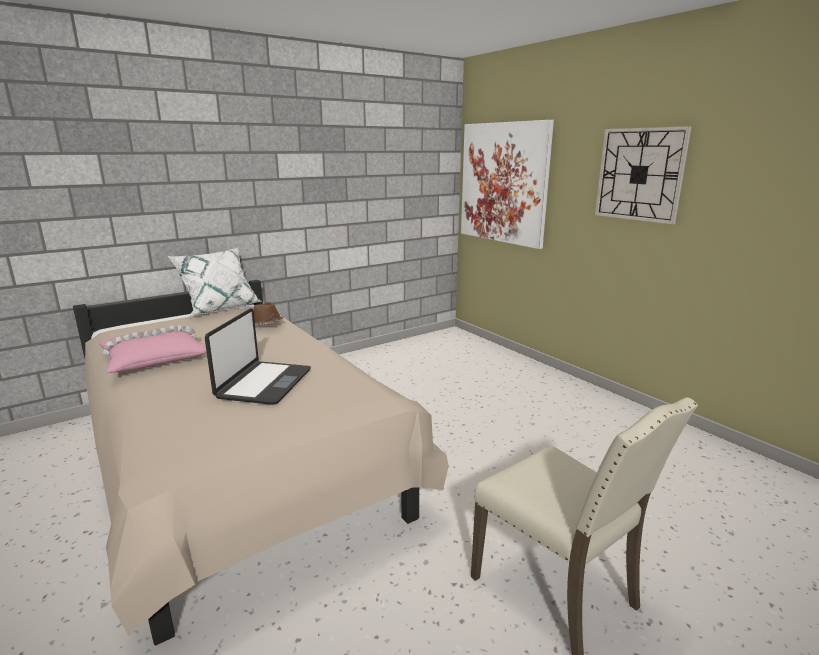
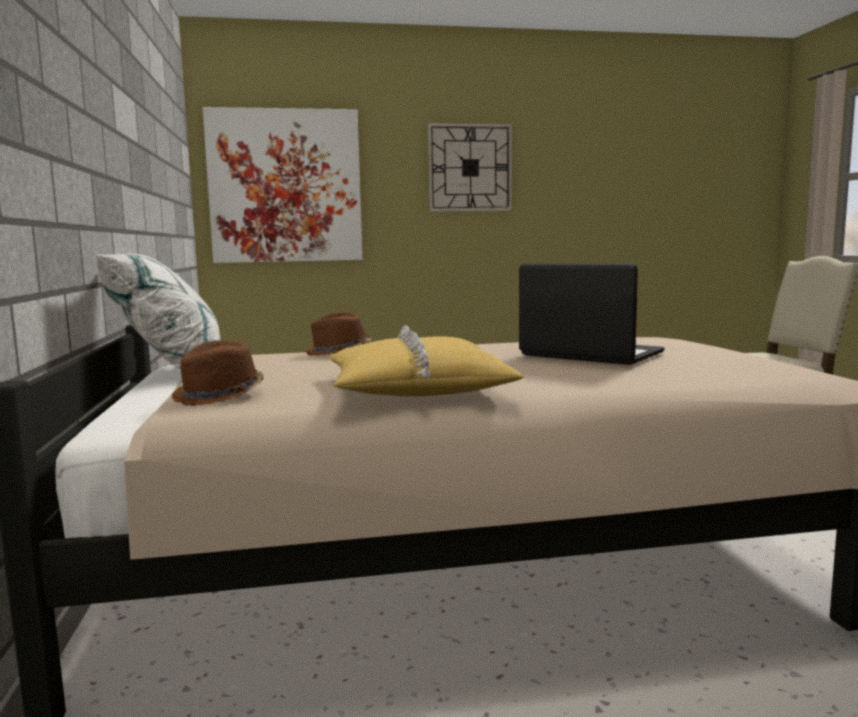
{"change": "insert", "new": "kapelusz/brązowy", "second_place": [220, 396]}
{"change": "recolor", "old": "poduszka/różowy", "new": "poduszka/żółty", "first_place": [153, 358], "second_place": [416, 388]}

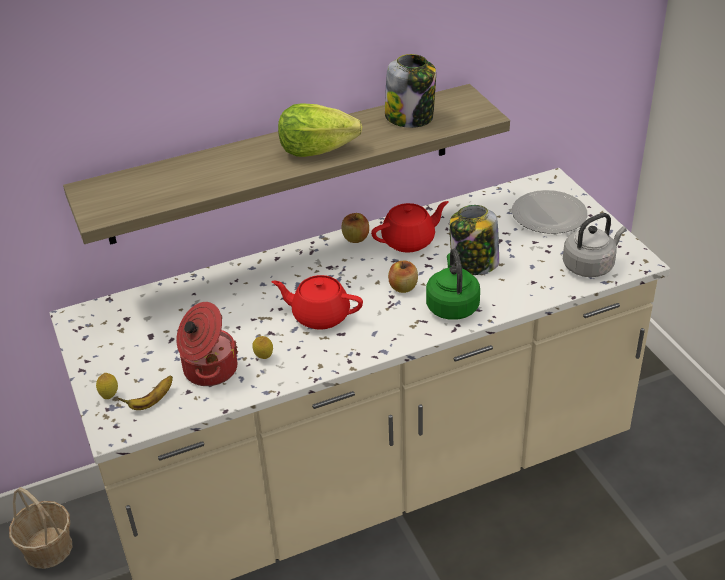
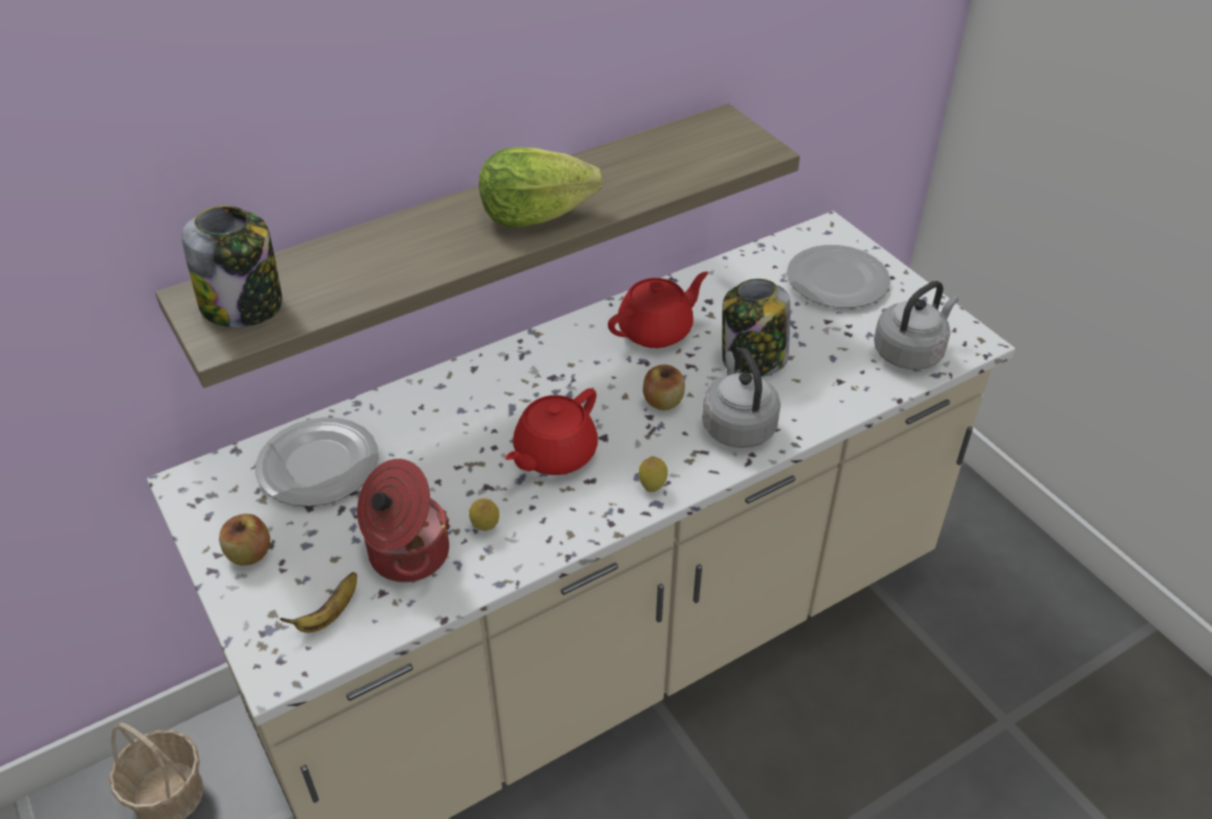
{"change": "insert", "new": "talerz", "second_place": [316, 465]}
{"change": "move", "old": "cytryna", "first_place": [110, 396], "second_place": [652, 487]}
{"change": "move", "old": "jabłko", "first_place": [355, 238], "second_place": [249, 554]}
{"change": "move", "old": "słoik", "first_place": [410, 117], "second_place": [244, 305]}
{"change": "recolor", "old": "czajnik/zielony", "new": "czajnik/szary", "first_place": [452, 306], "second_place": [737, 425]}
{"change": "rotate", "old": "imbryk/czerwony", "first_place": [320, 315], "second_place": [554, 454], "degrees": -60}

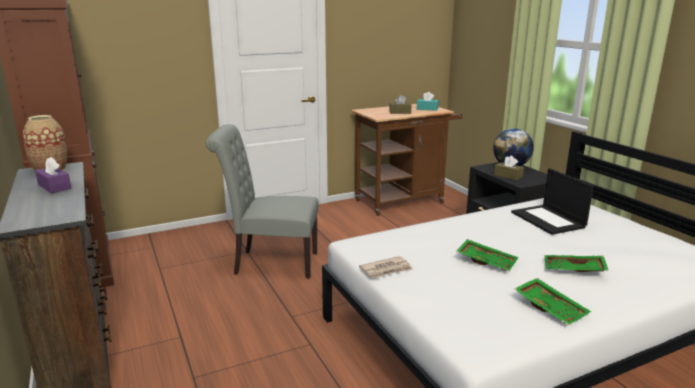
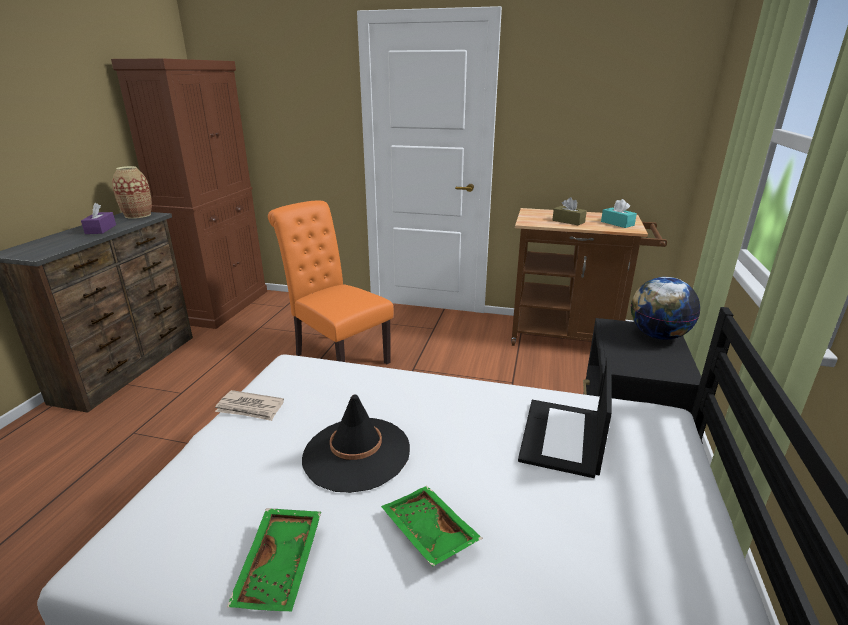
{"change": "delete", "old": "pudełko chusteczek/brązowy", "first_place": [508, 176]}
{"change": "replace", "old": "taca/zielony", "new": "kapelusz/czarny", "first_place": [486, 261], "second_place": [356, 453]}
{"change": "recolor", "old": "krzesło/szary", "new": "krzesło/pomarańczowy", "first_place": [270, 263], "second_place": [337, 356]}

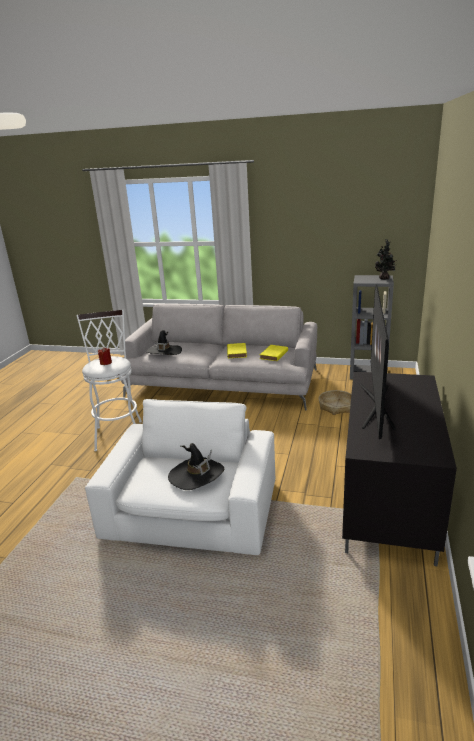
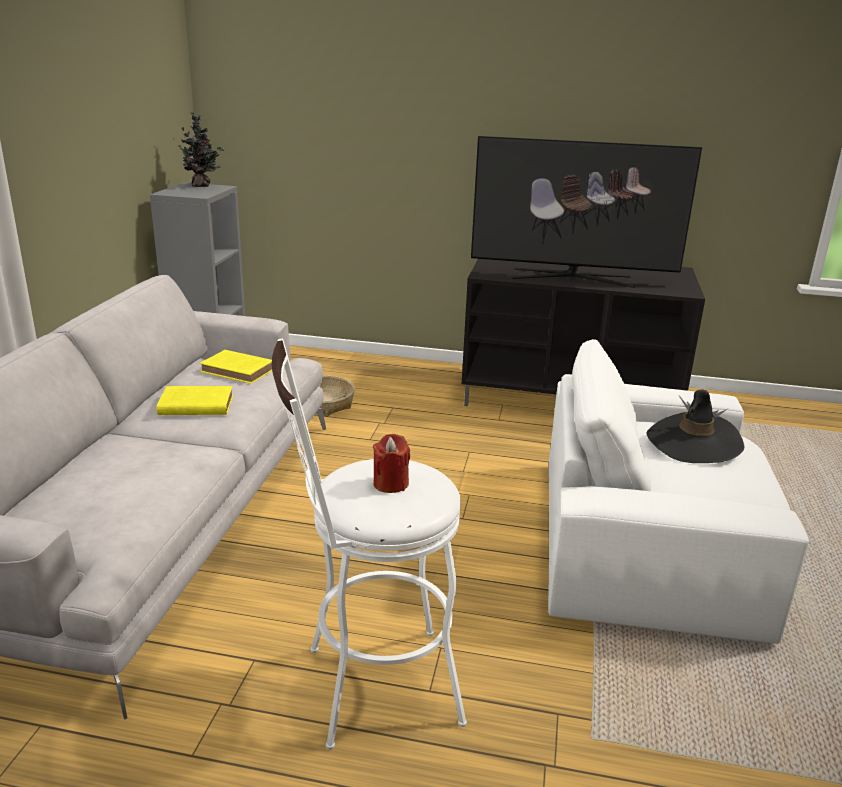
{"change": "delete", "old": "kapelusz/czarny", "first_place": [164, 352]}

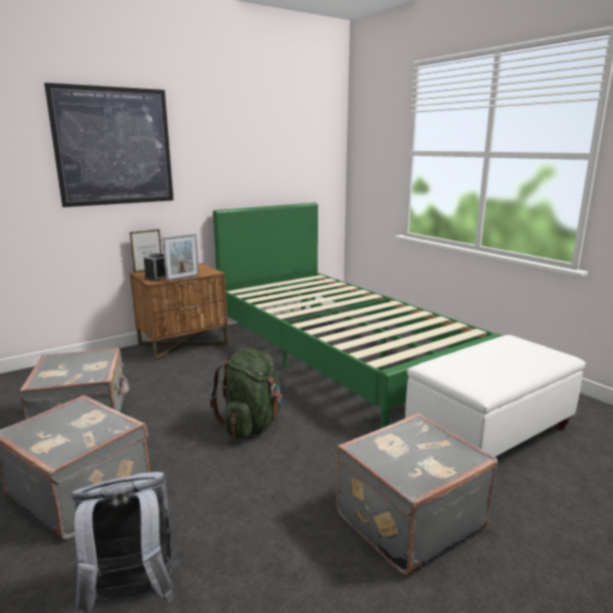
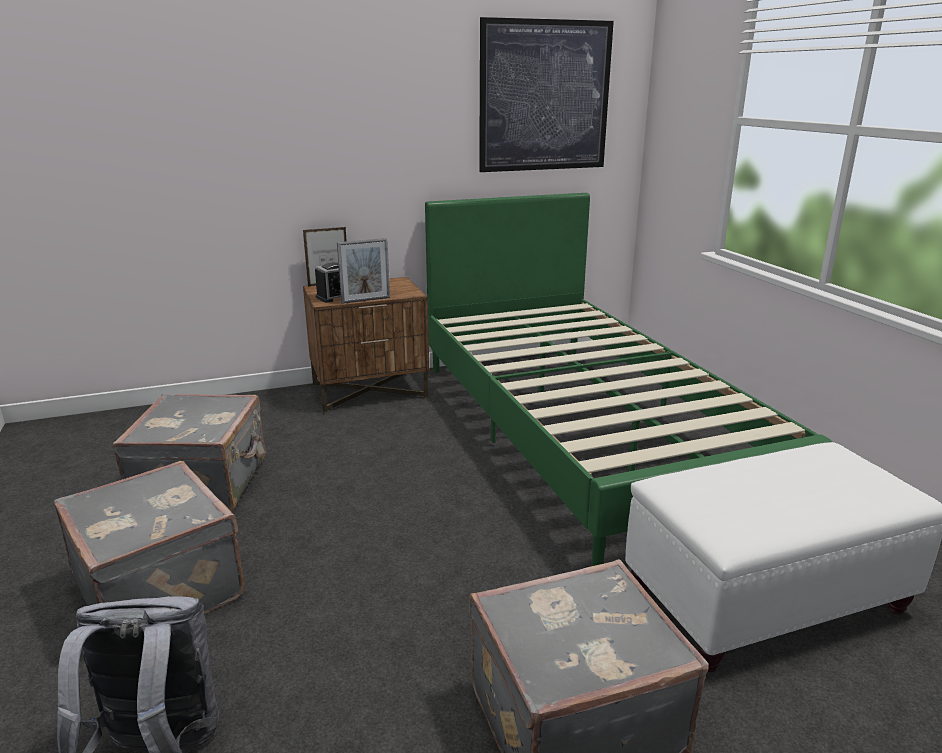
{"change": "delete", "old": "plecak/zielony", "first_place": [251, 425]}
{"change": "move", "old": "obraz", "first_place": [114, 147], "second_place": [545, 97]}

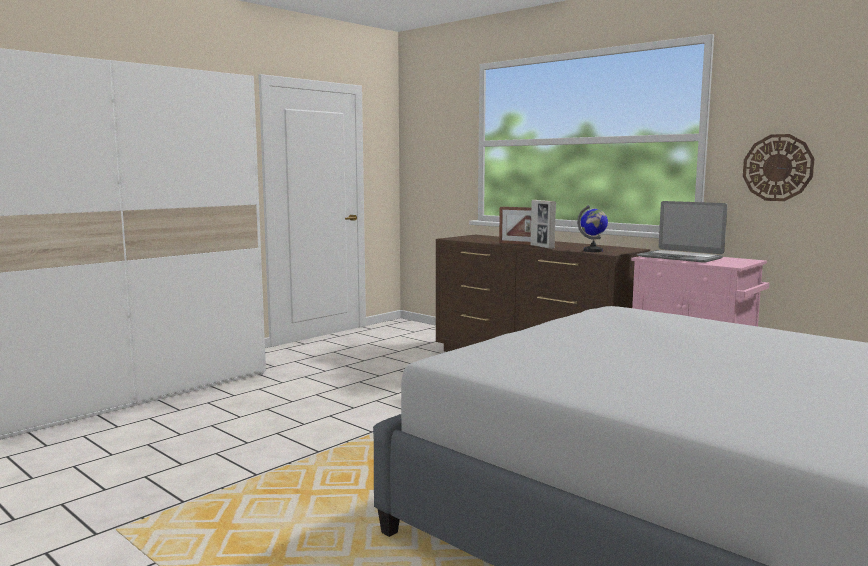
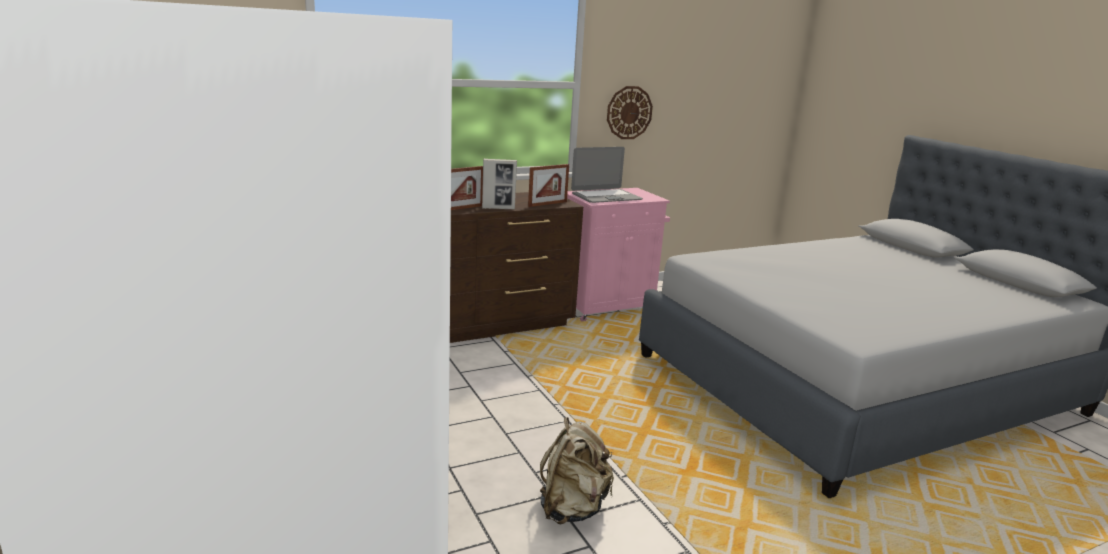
{"change": "insert", "new": "plecak/beżowy", "second_place": [572, 508]}
{"change": "replace", "old": "globus", "new": "ramka na zdjęcie", "first_place": [593, 251], "second_place": [547, 204]}

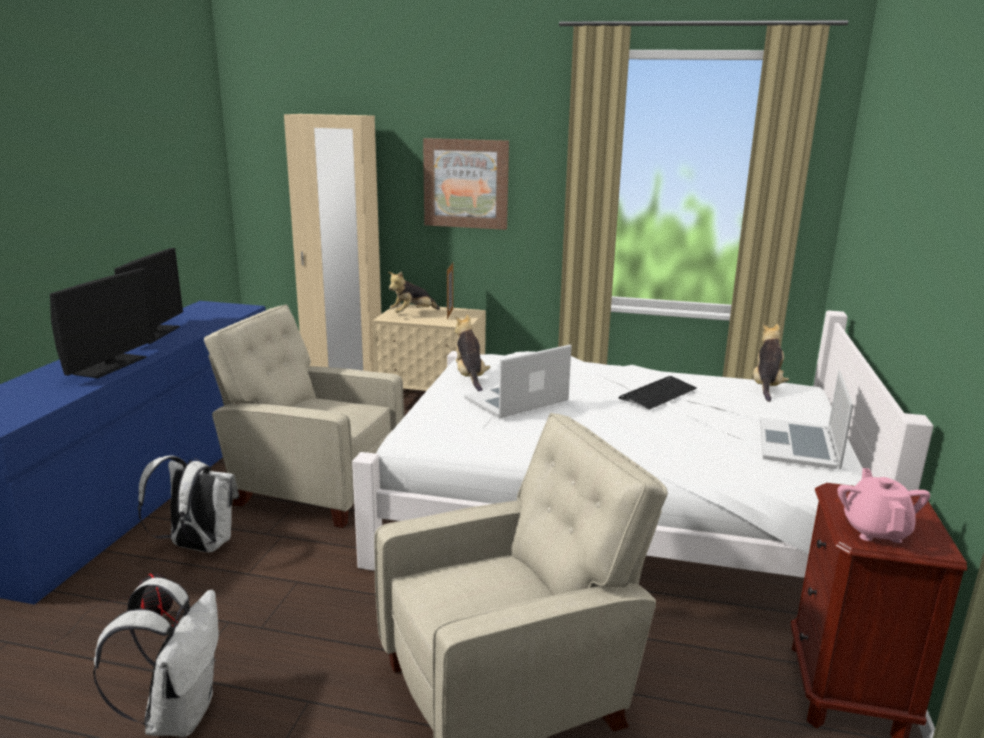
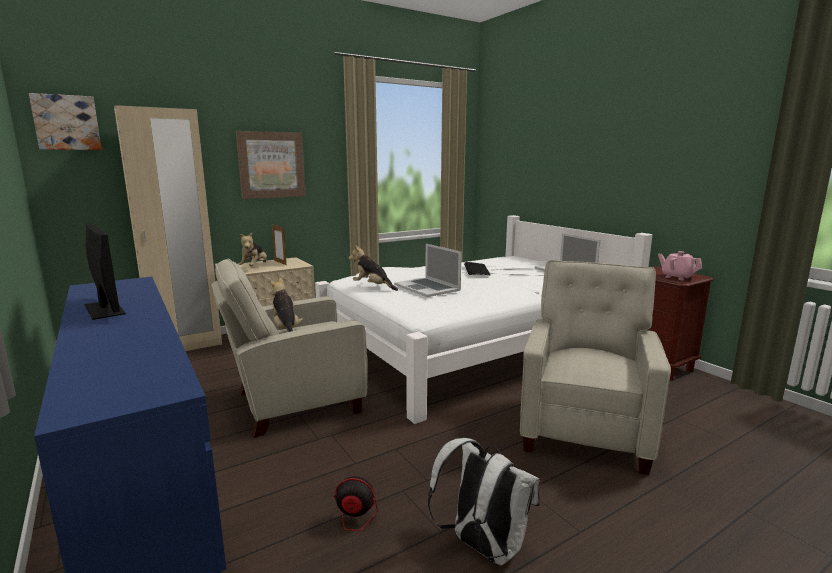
{"change": "delete", "old": "monitor", "first_place": [110, 365]}
{"change": "delete", "old": "plecak/biały", "first_place": [198, 547]}
{"change": "insert", "new": "obraz", "second_place": [67, 122]}
{"change": "move", "old": "pluszak", "first_place": [766, 387], "second_place": [286, 330]}
{"change": "rotate", "old": "laptop", "first_place": [517, 399], "second_place": [427, 287], "degrees": -45}

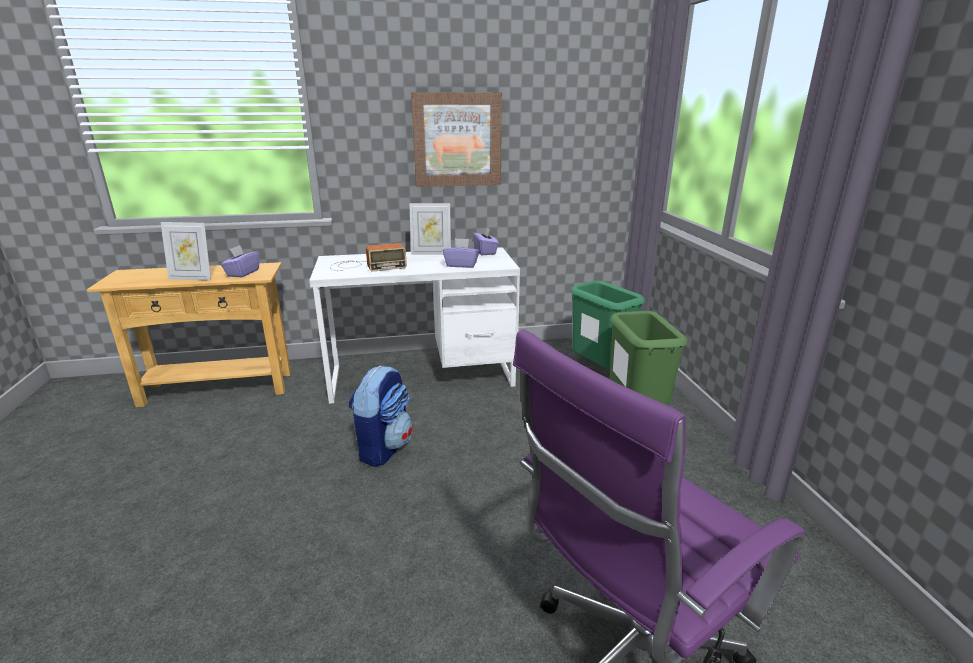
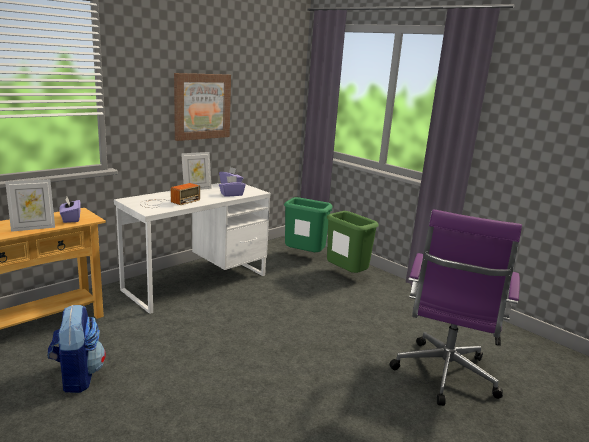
{"change": "move", "old": "plecak", "first_place": [383, 447], "second_place": [77, 376]}

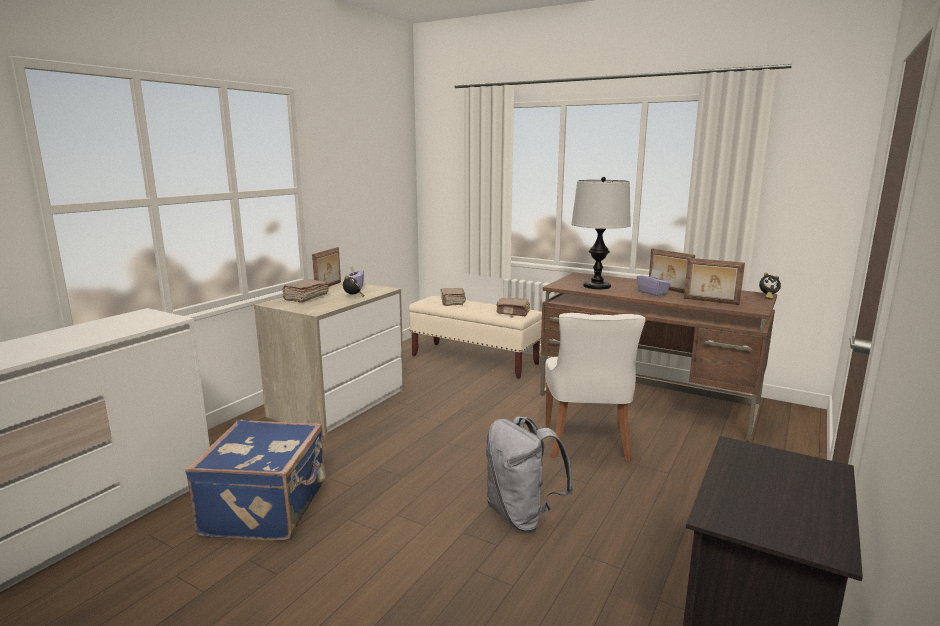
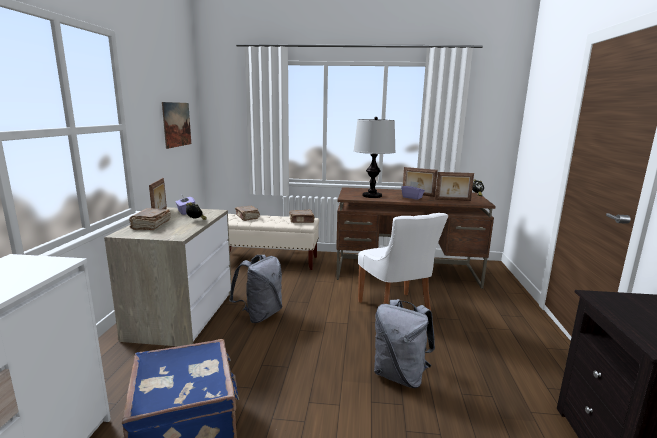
{"change": "insert", "new": "obraz", "second_place": [177, 124]}
{"change": "insert", "new": "plecak/szary", "second_place": [260, 315]}

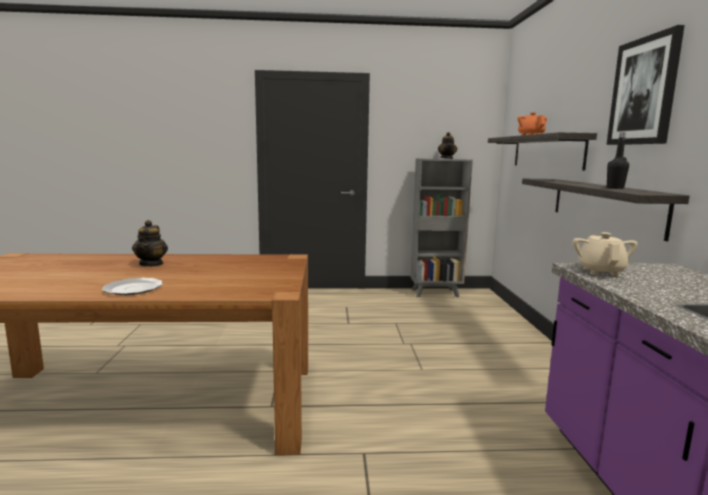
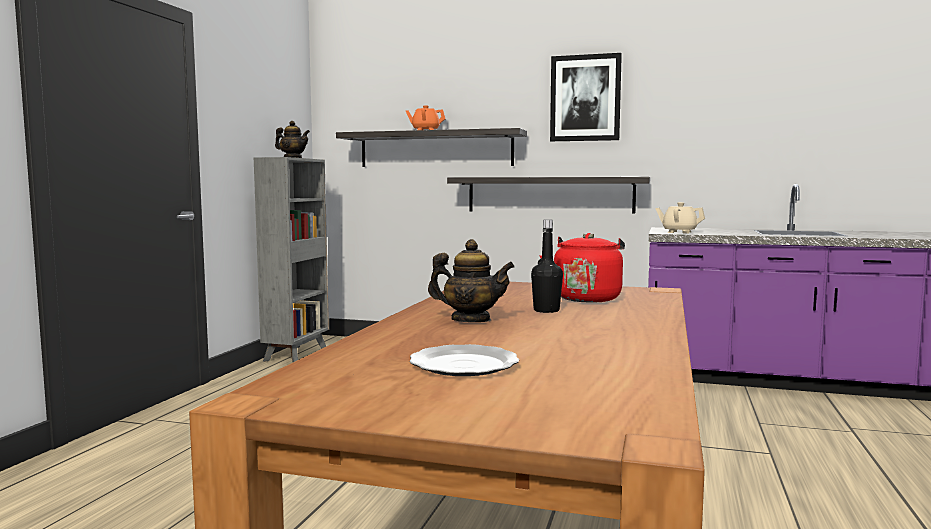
{"change": "insert", "new": "czajnik/czerwony", "second_place": [586, 298]}
{"change": "move", "old": "talerz", "first_place": [133, 289], "second_place": [465, 365]}
{"change": "move", "old": "butelka/czarny", "first_place": [615, 188], "second_place": [546, 310]}

